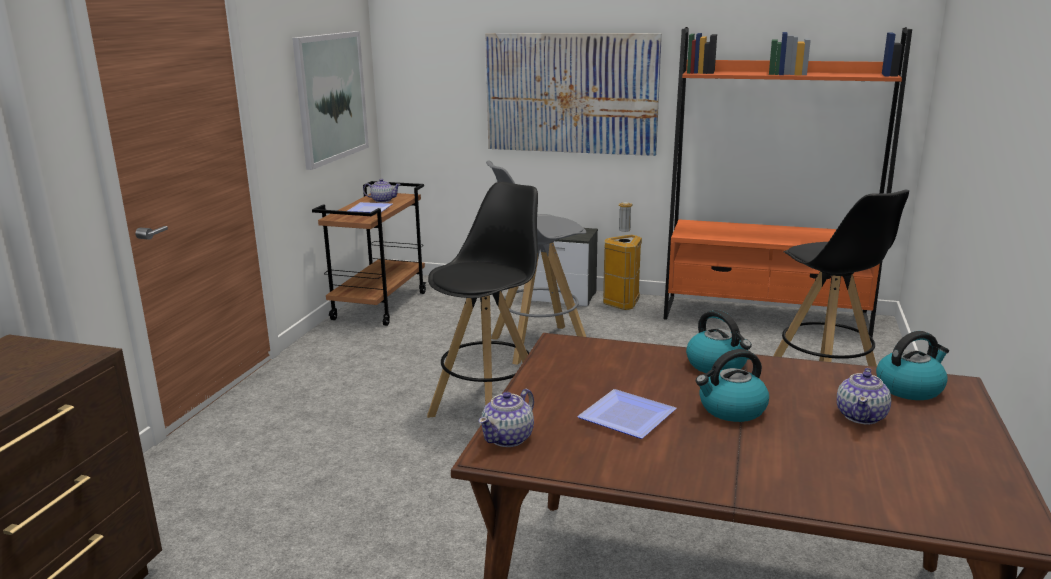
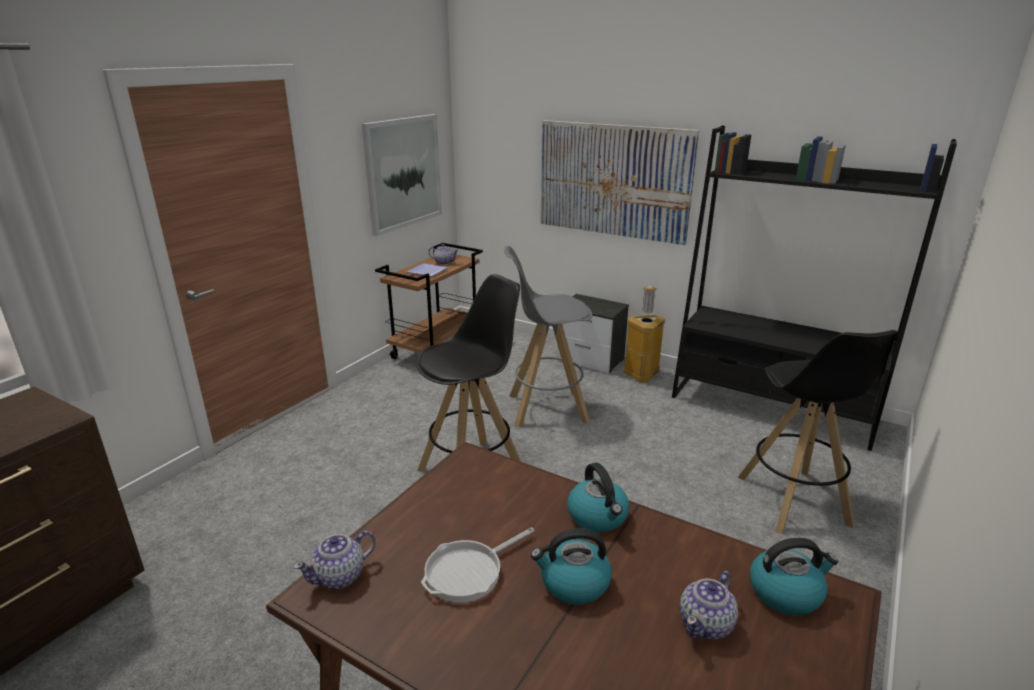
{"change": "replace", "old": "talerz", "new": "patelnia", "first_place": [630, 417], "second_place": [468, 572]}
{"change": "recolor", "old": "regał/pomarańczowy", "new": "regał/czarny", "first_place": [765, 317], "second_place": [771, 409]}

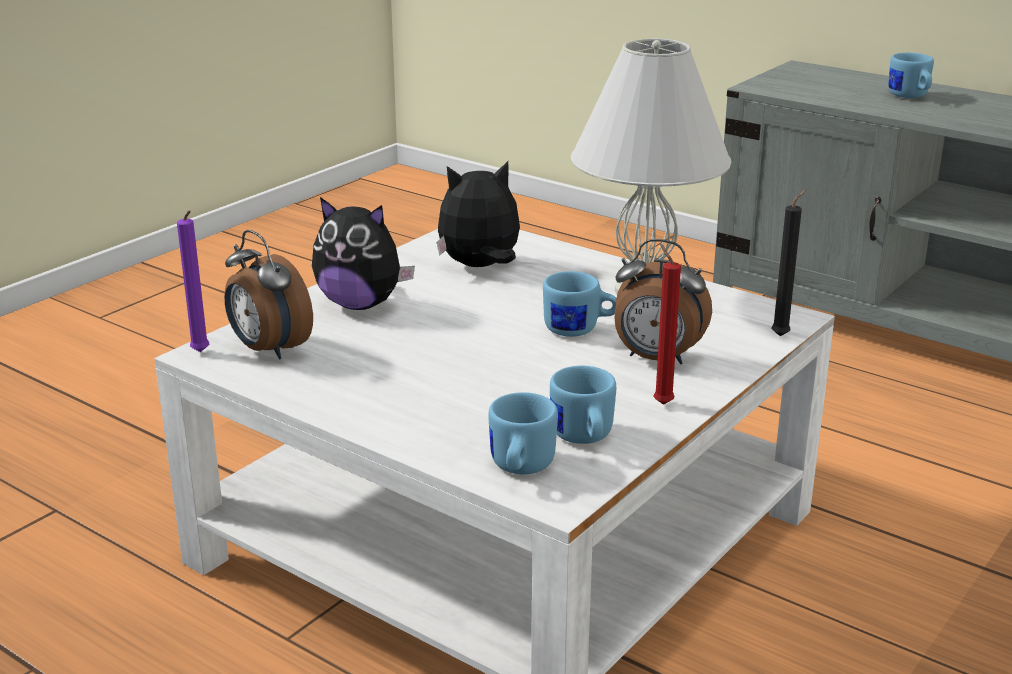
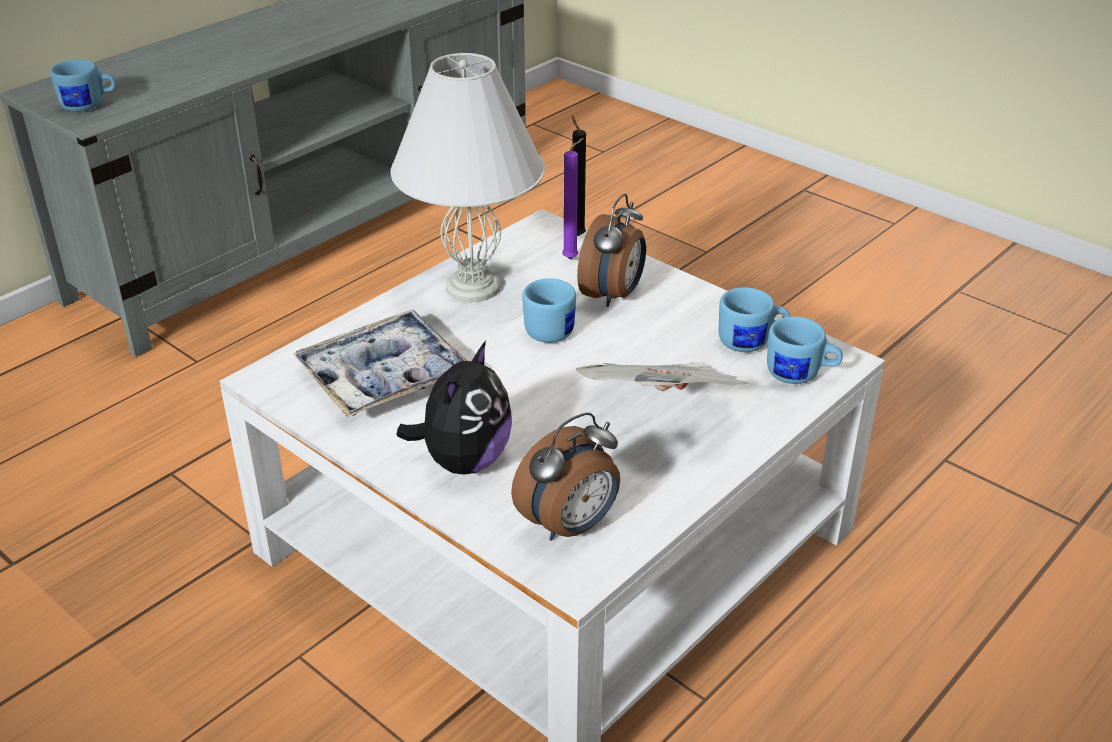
{"change": "delete", "old": "świeca/czerwony", "first_place": [661, 403]}
{"change": "insert", "new": "gazeta", "second_place": [663, 411]}
{"change": "move", "old": "świeca/fioletowy", "first_place": [201, 353], "second_place": [572, 258]}
{"change": "move", "old": "kubek/niebieski", "first_place": [910, 97], "second_place": [89, 106]}
{"change": "replace", "old": "pluszak", "new": "taca", "first_place": [480, 267], "second_place": [384, 377]}

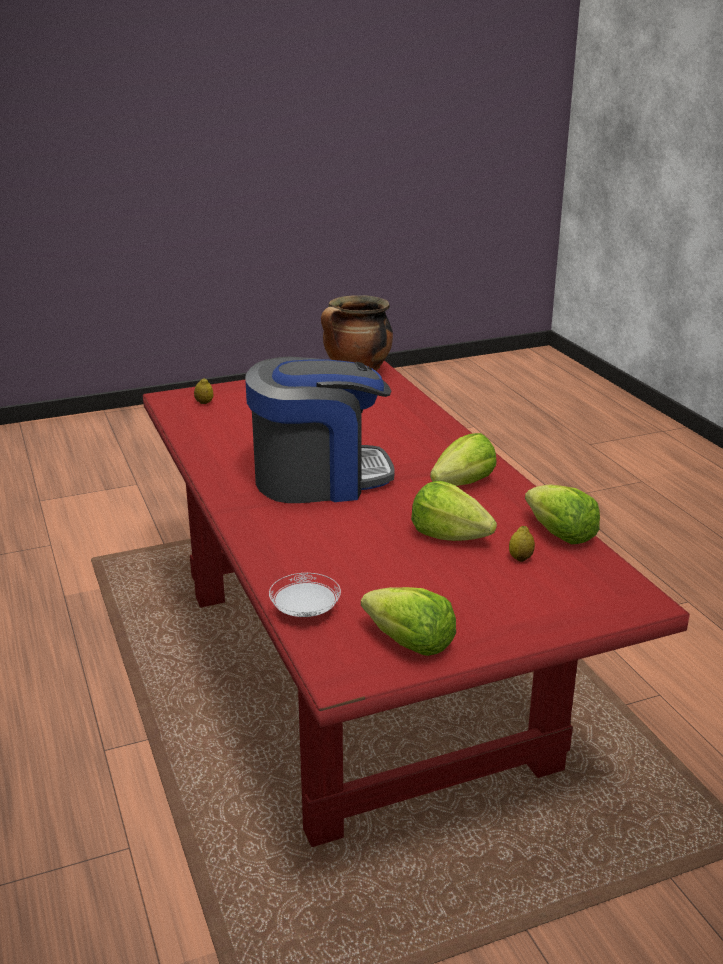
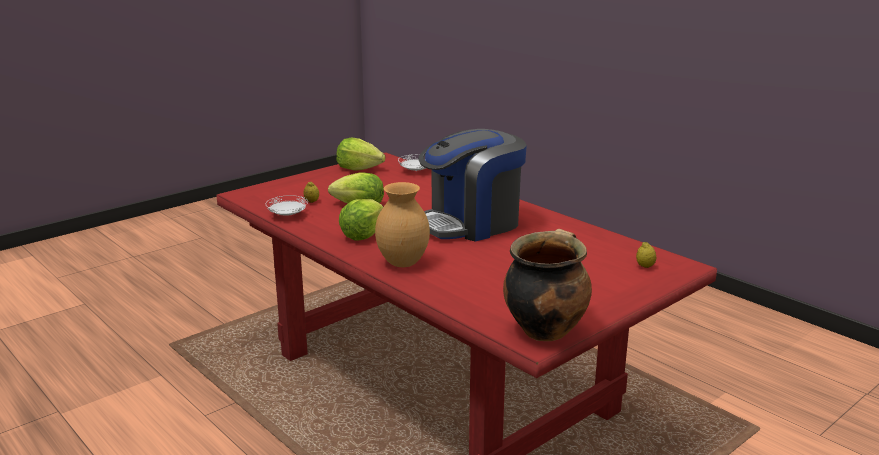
{"change": "insert", "new": "wazon/brązowy", "second_place": [404, 263]}
{"change": "replace", "old": "sałata", "new": "talerz/biały", "first_place": [559, 534], "second_place": [288, 215]}

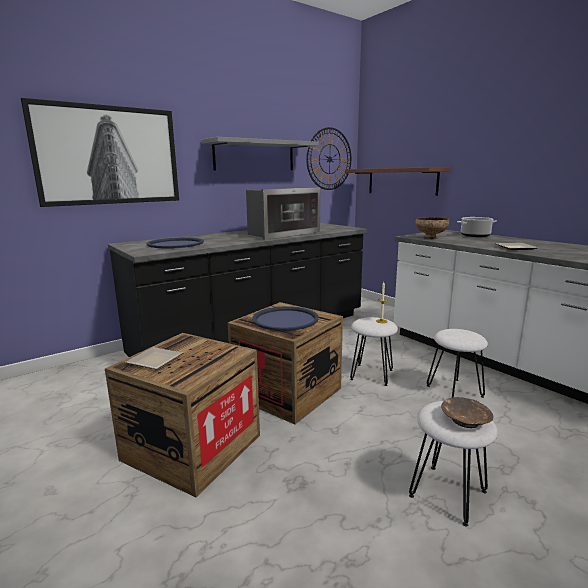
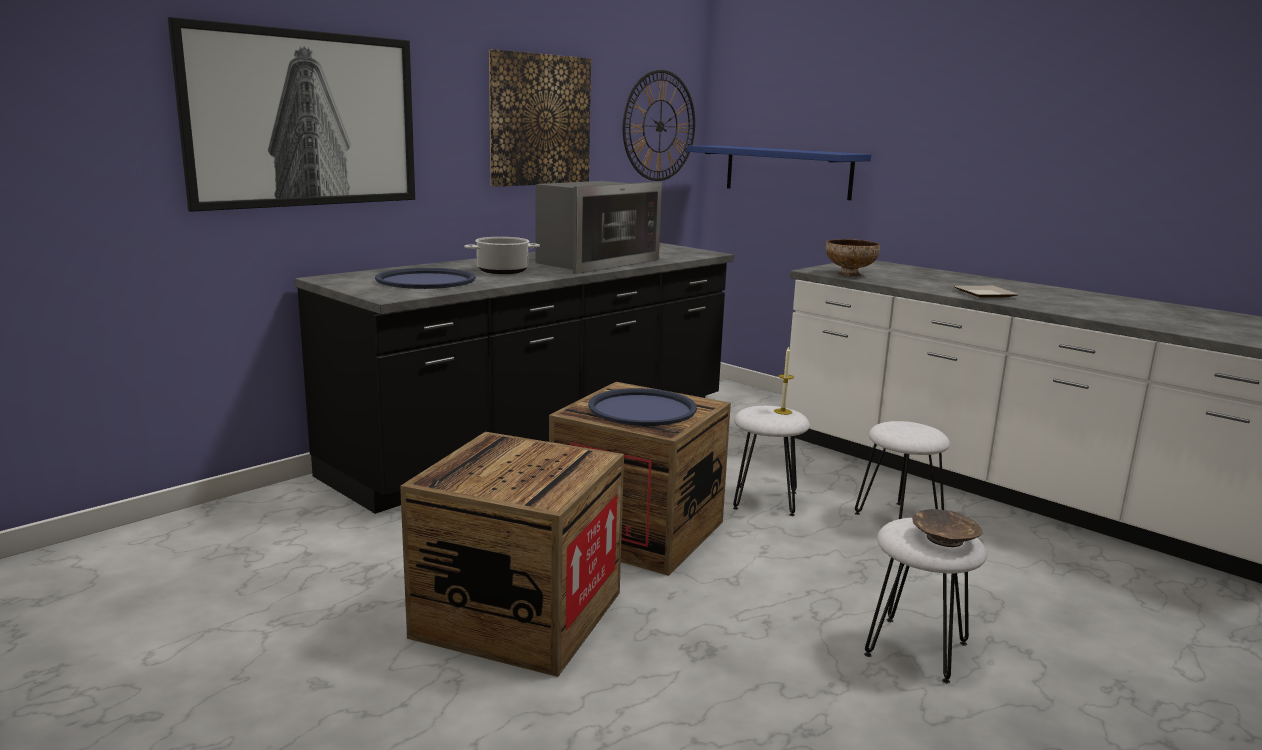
{"change": "delete", "old": "talerz", "first_place": [154, 360]}
{"change": "move", "old": "garnek", "first_place": [475, 235], "second_place": [502, 271]}
{"change": "replace", "old": "półka/szary", "new": "obraz", "first_place": [254, 156], "second_place": [539, 120]}
{"change": "recolor", "old": "półka/brązowy", "new": "półka/niebieski", "first_place": [402, 181], "second_place": [787, 171]}

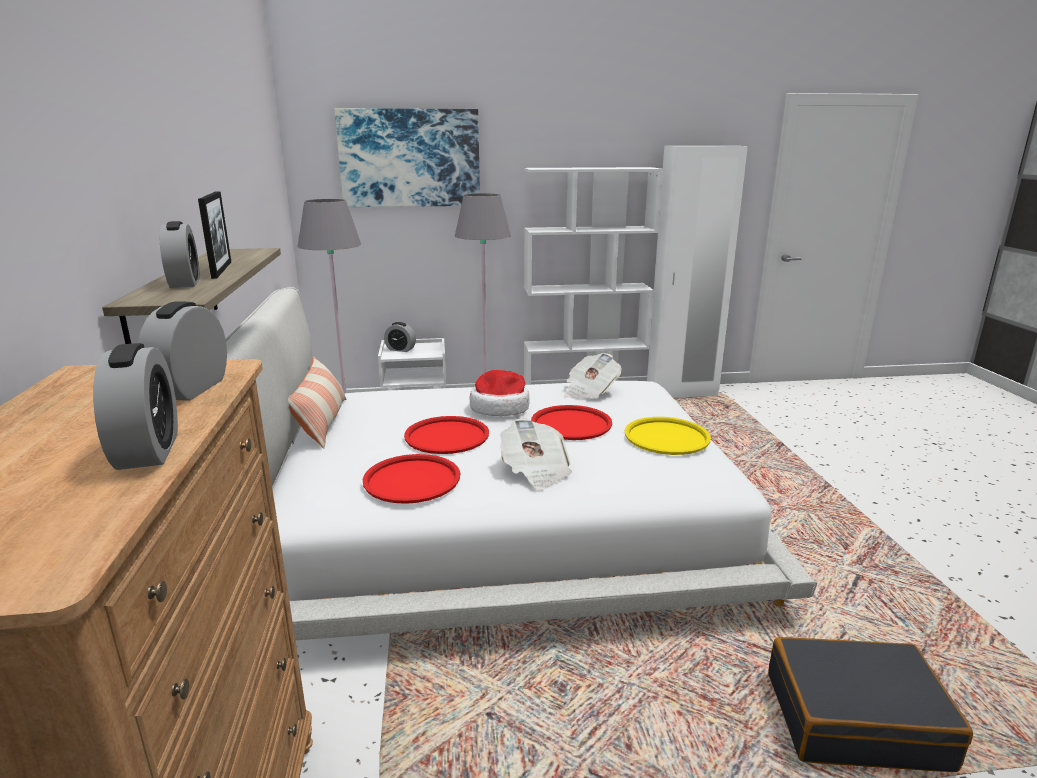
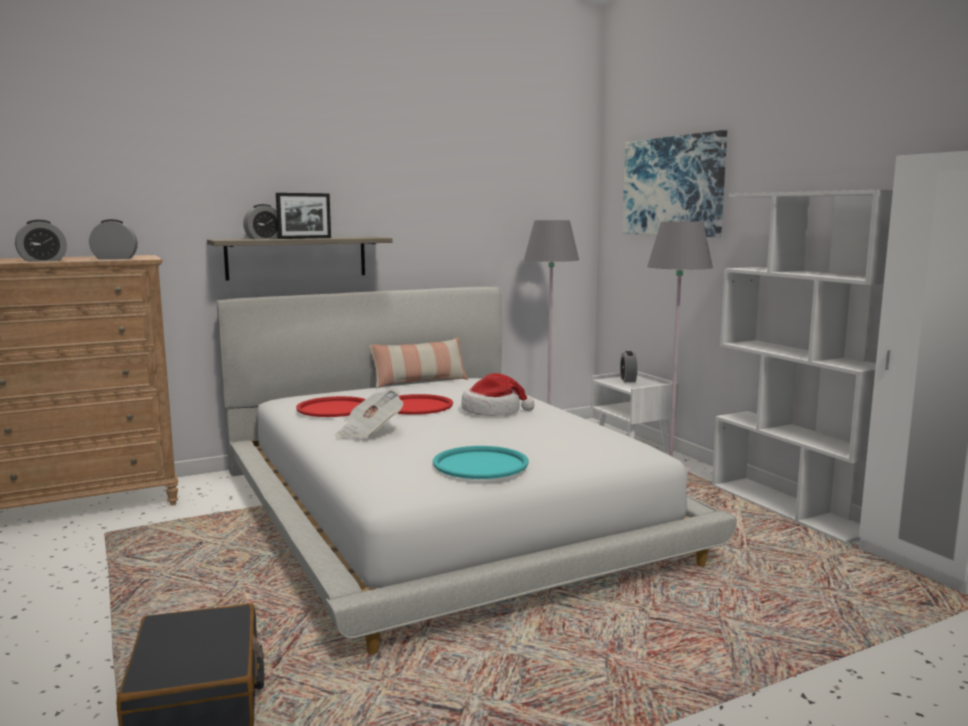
{"change": "delete", "old": "taca/czerwony", "first_place": [571, 424]}
{"change": "delete", "old": "gazeta", "first_place": [590, 391]}
{"change": "recolor", "old": "taca/żółty", "new": "taca/turkusowy", "first_place": [667, 437], "second_place": [480, 464]}

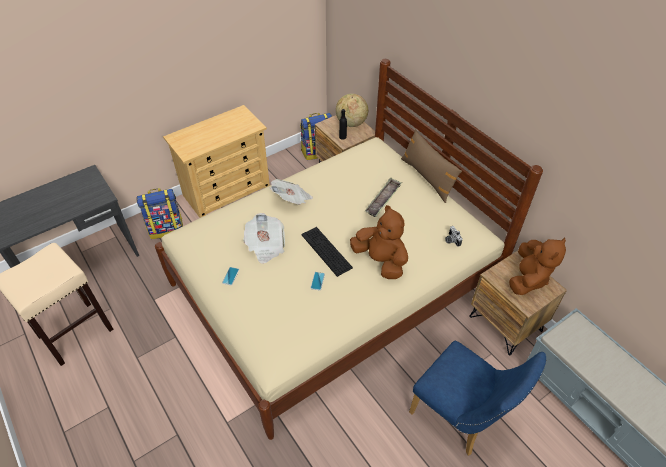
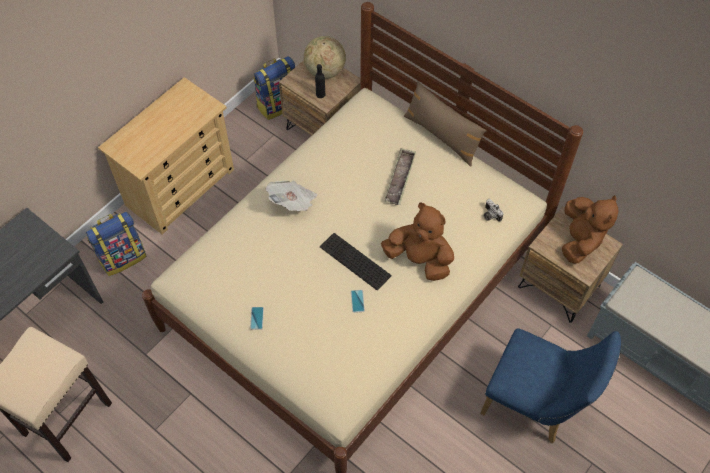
{"change": "delete", "old": "gazeta", "first_place": [265, 246]}

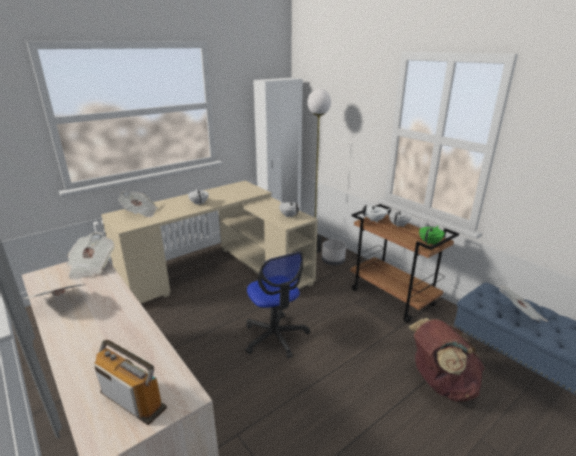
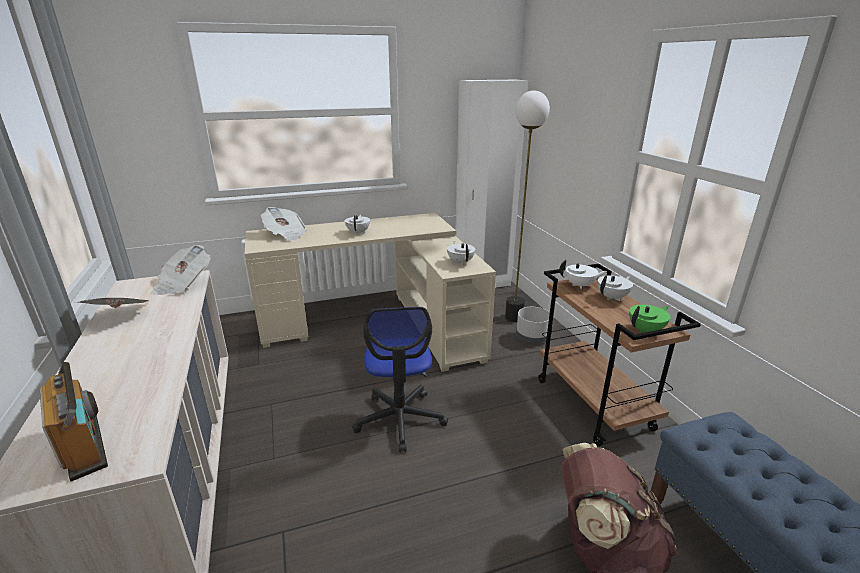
{"change": "delete", "old": "gazeta", "first_place": [519, 315]}

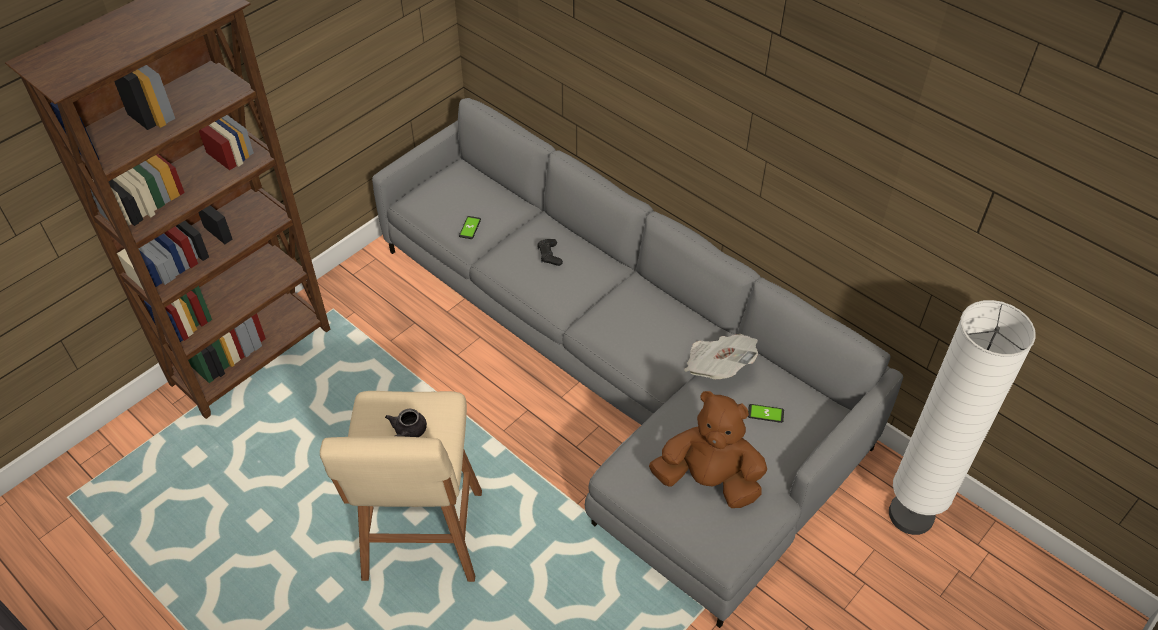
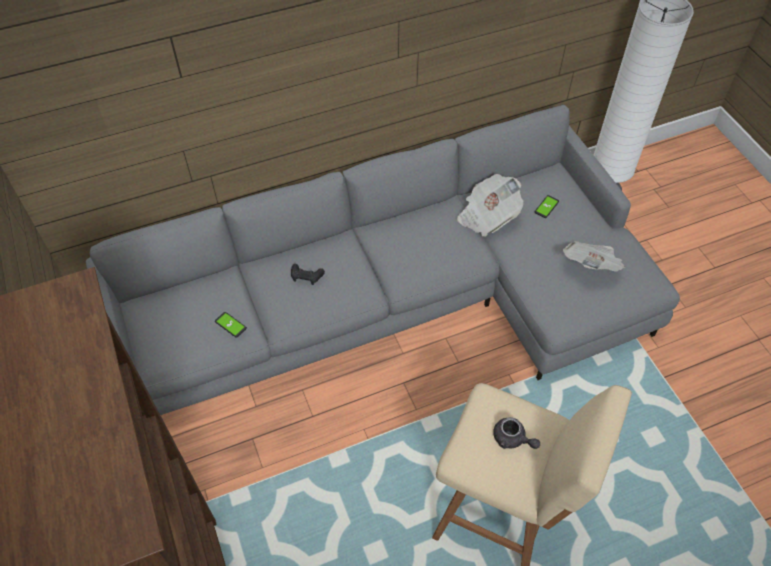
{"change": "replace", "old": "pluszak/brązowy", "new": "gazeta", "first_place": [708, 480], "second_place": [591, 266]}

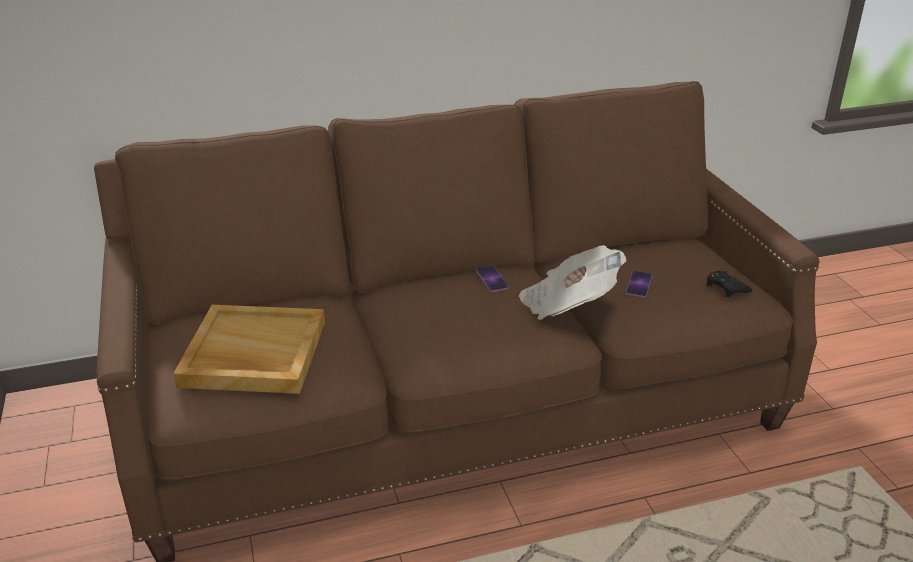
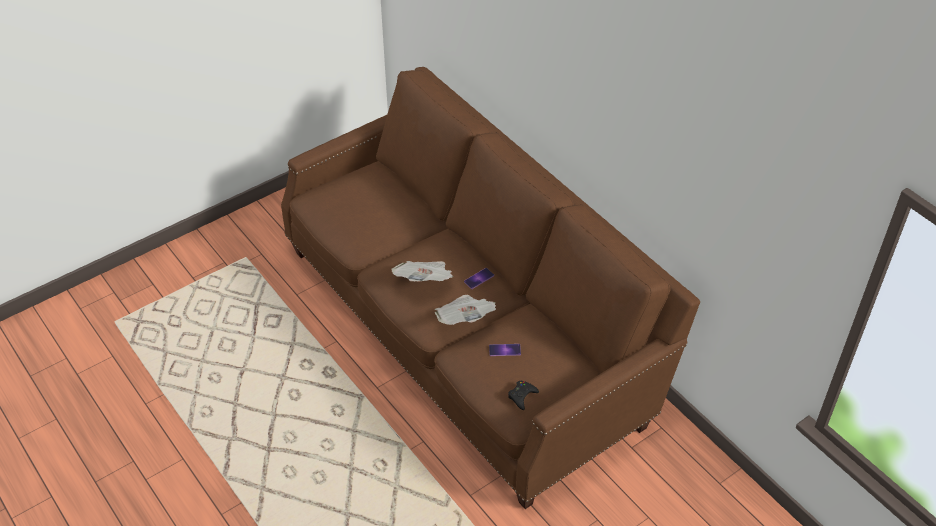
{"change": "delete", "old": "taca/beżowy", "first_place": [252, 354]}
{"change": "insert", "new": "gazeta", "second_place": [425, 282]}

